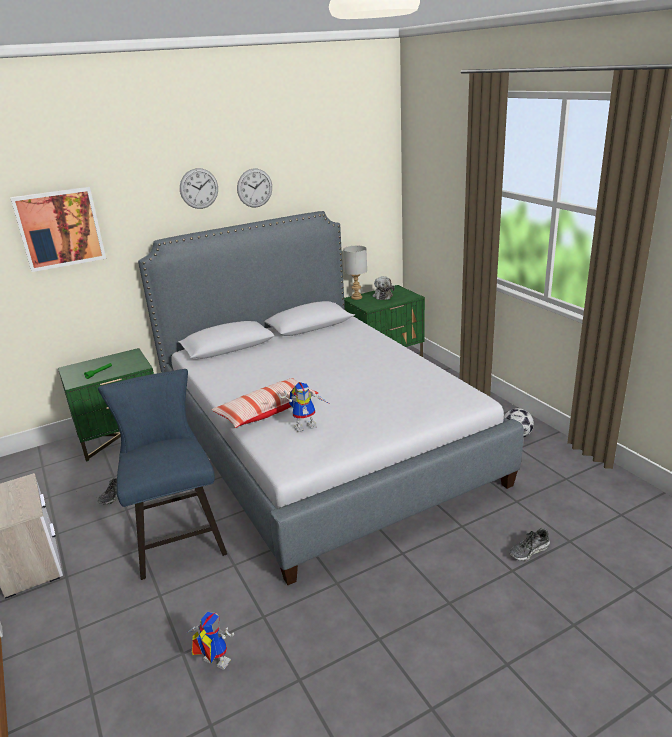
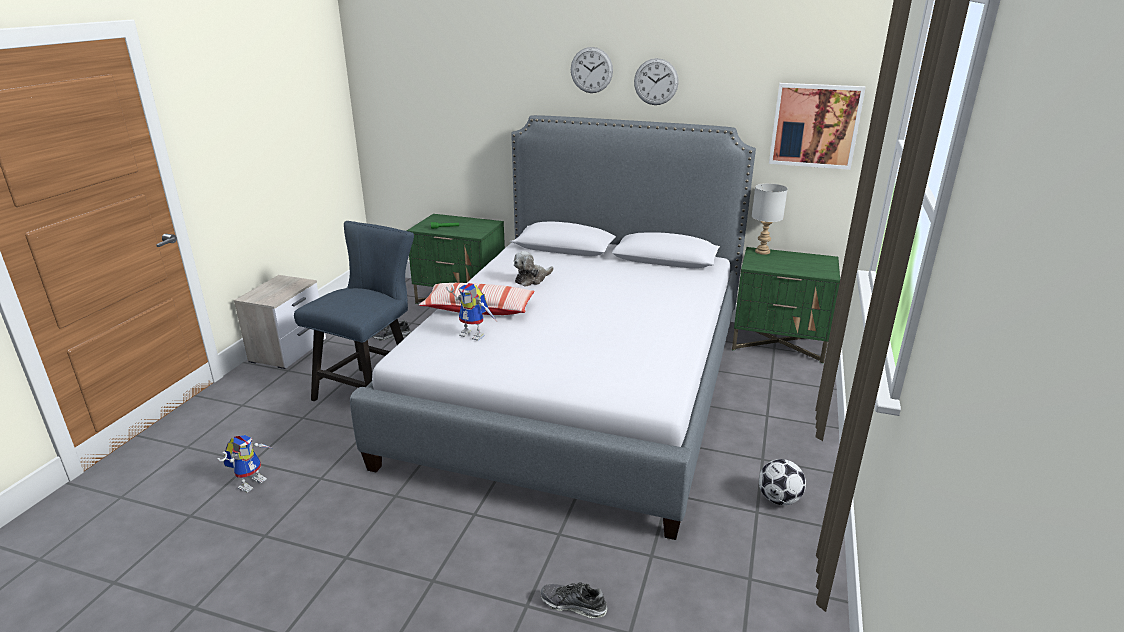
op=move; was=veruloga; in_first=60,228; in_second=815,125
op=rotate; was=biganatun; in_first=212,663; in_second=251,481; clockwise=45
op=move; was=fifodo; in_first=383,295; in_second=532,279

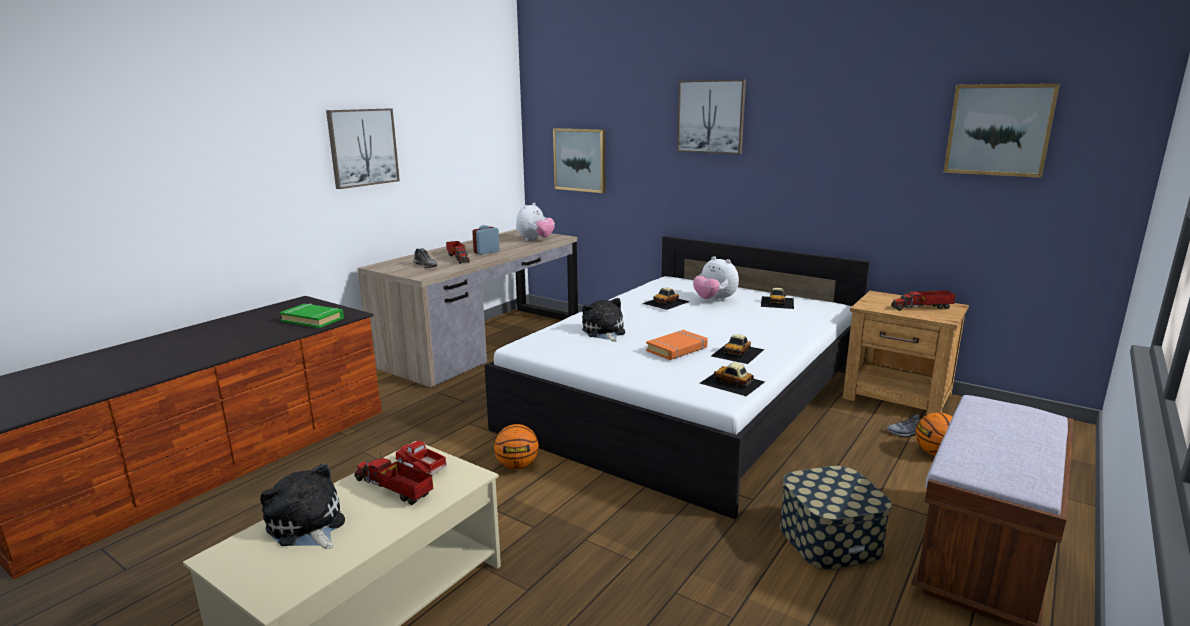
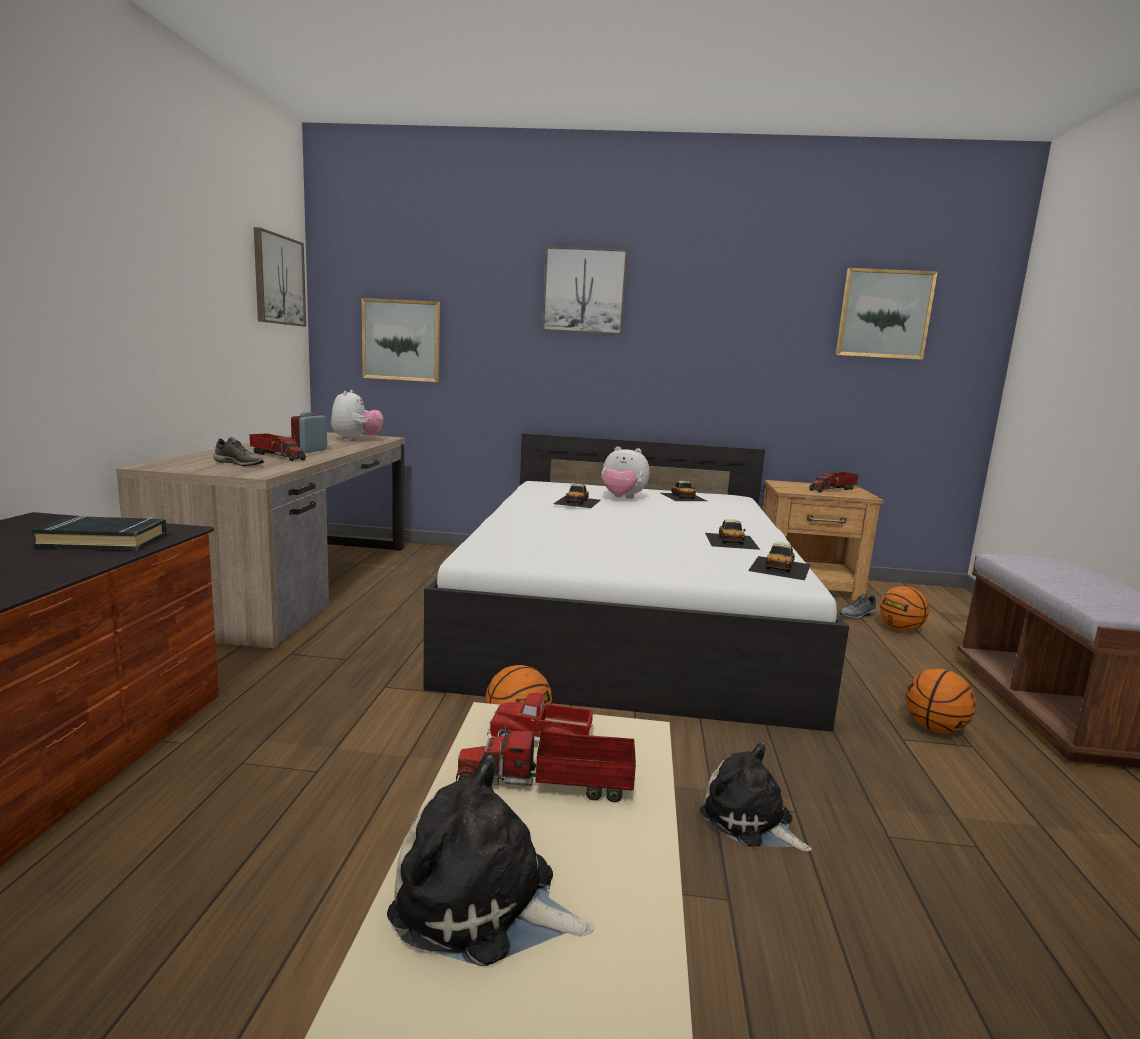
op=recolor; was=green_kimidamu; now=black_kimidamu; in_first=313,320; in_second=104,541
op=move; was=veruloga; in_first=363,147; in_second=278,280
op=move; was=fifodo; in_first=604,332; in_second=750,821
op=delete; was=orange_kimidamu; in_first=677,349
op=rotate; was=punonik; in_first=732,382; in_second=780,567; clockwise=-75
op=replace; was=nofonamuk; now=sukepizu; in_first=829,539; in_second=934,728

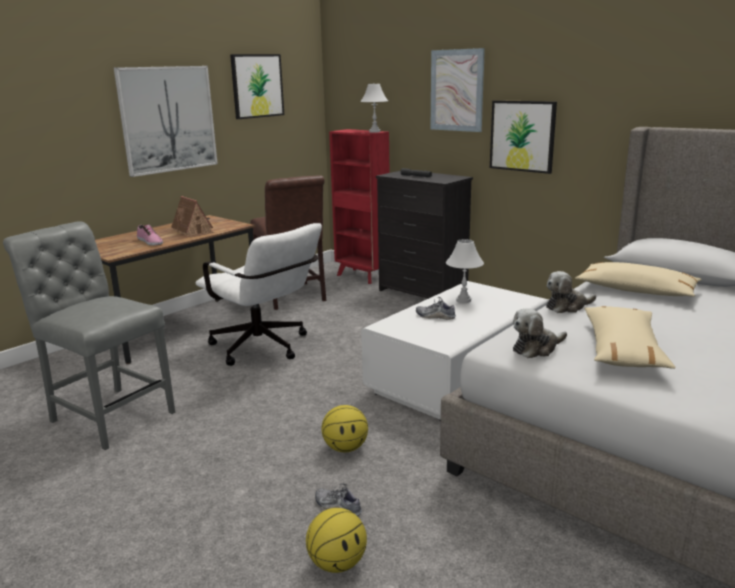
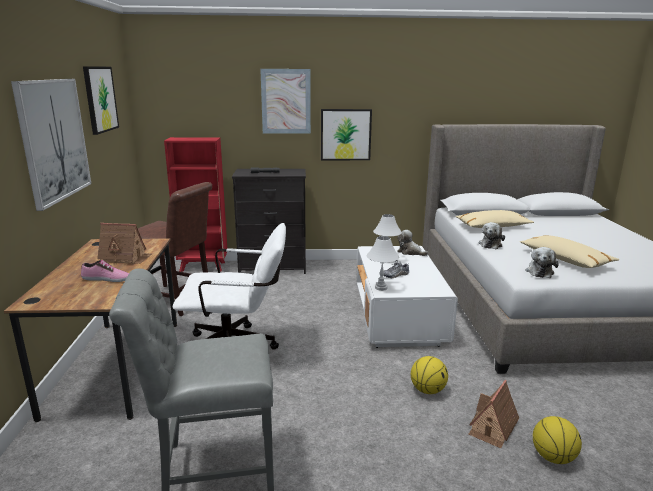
op=replace; was=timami; now=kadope; in_first=337,507; in_second=492,427
op=move; was=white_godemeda; in_first=374,132; in_second=380,287
op=insert; now=fifodo; in_second=410,252

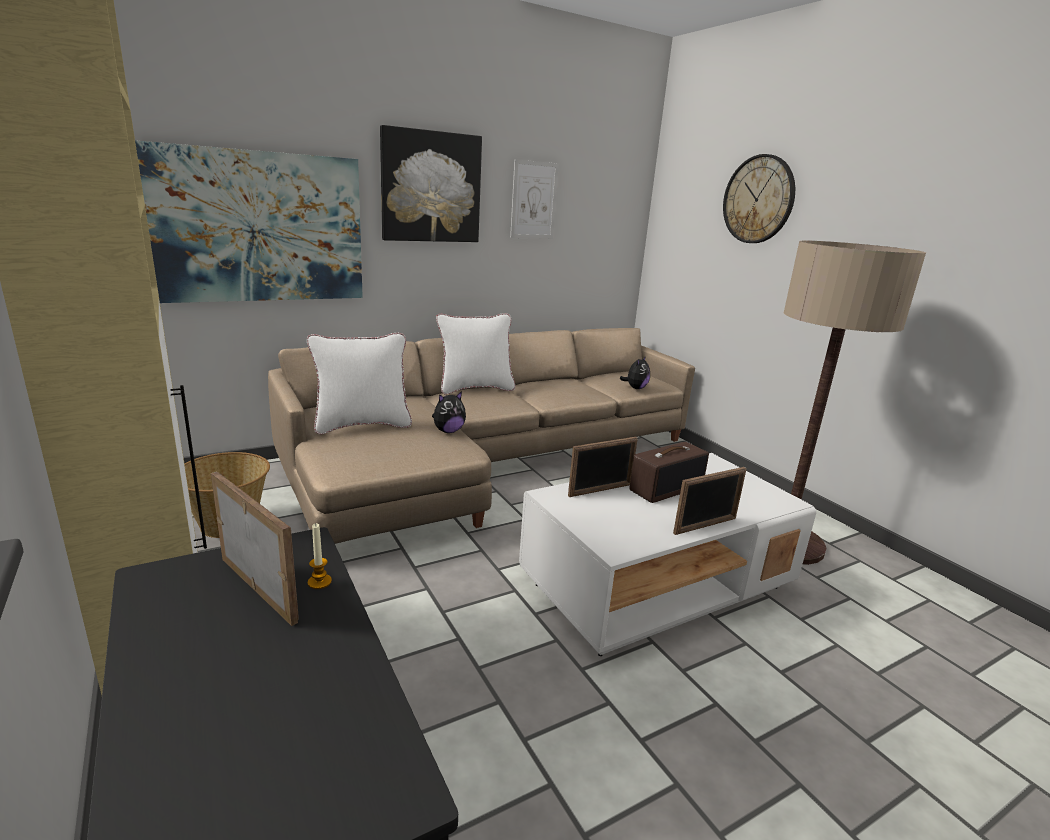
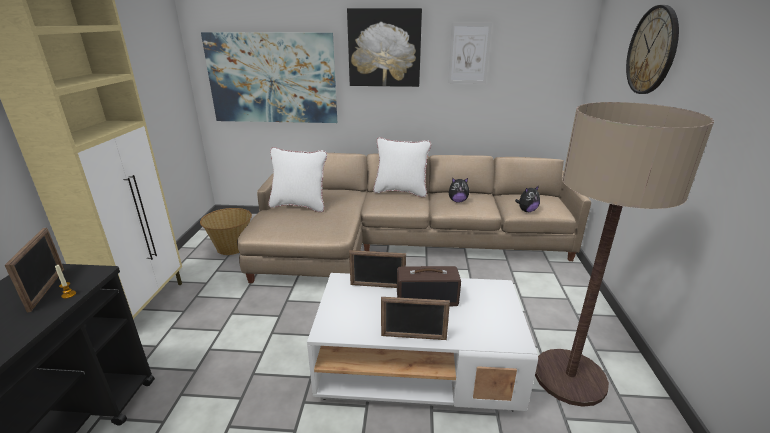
op=move; was=fifodo; in_first=448,431; in_second=457,201

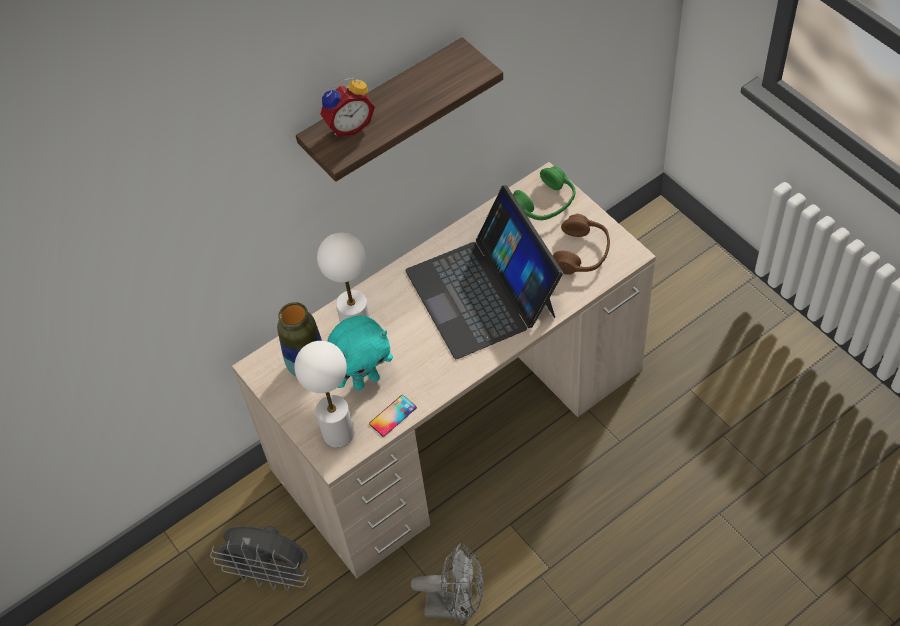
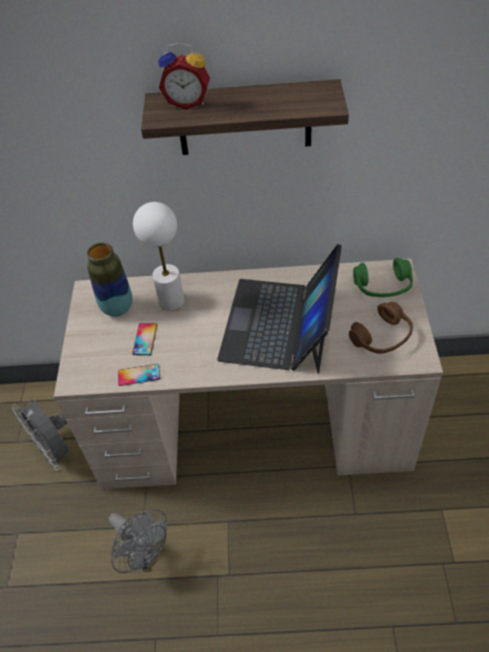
op=delete; was=white_godemeda; in_first=338,433
op=replace; was=turquoise_fifodo; now=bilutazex; in_first=366,380; in_second=145,339

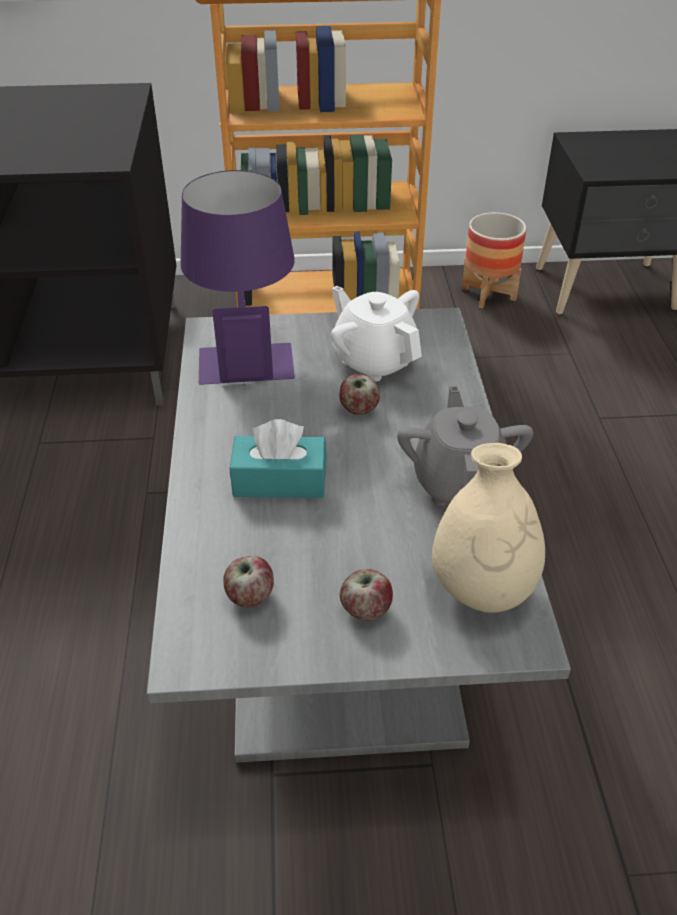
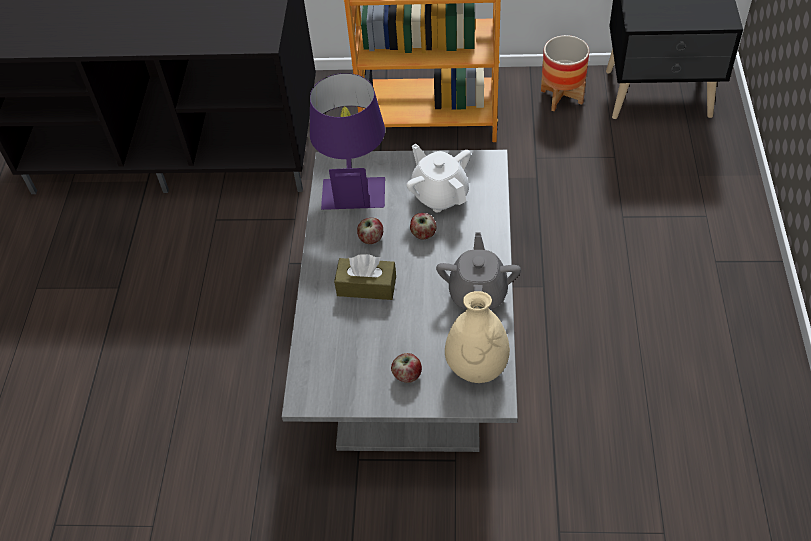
op=move; was=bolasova; in_first=249,596; in_second=371,238
op=recolor; was=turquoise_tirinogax; now=brown_tirinogax; in_first=280,481; in_second=366,286

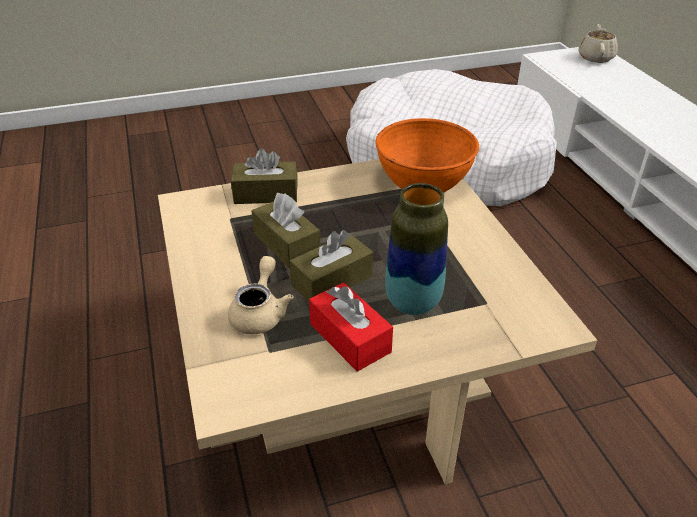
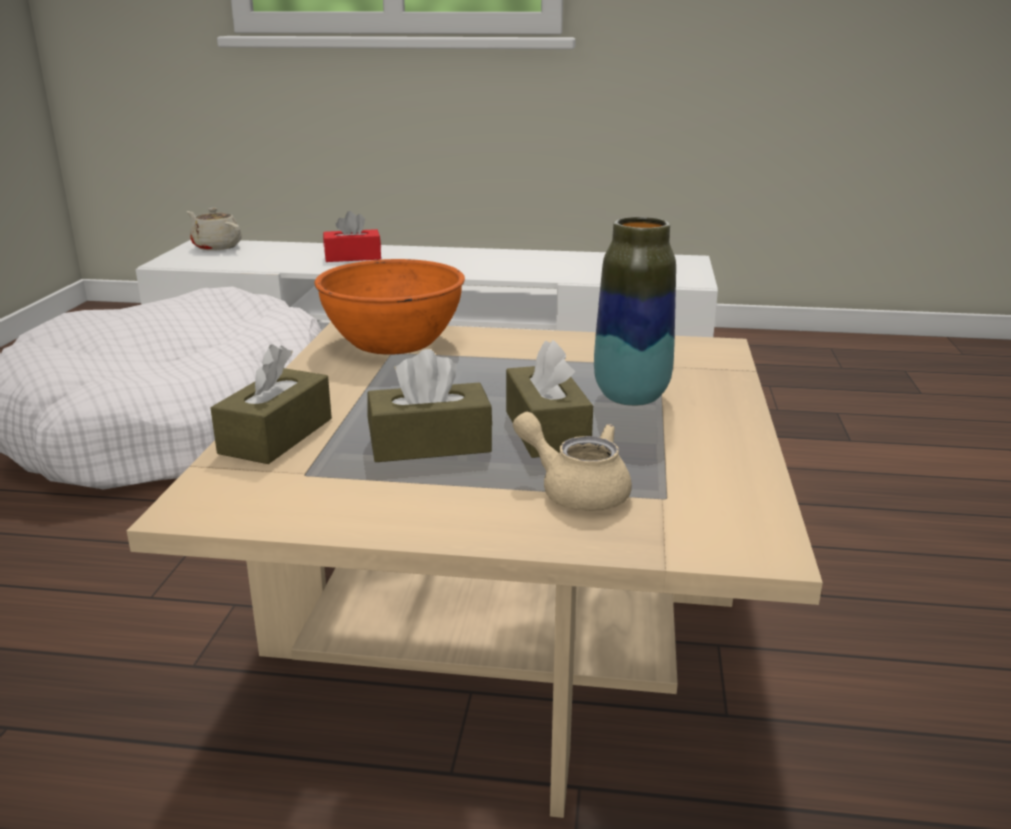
op=move; was=red_tirinogax; in_first=350,338; in_second=352,257

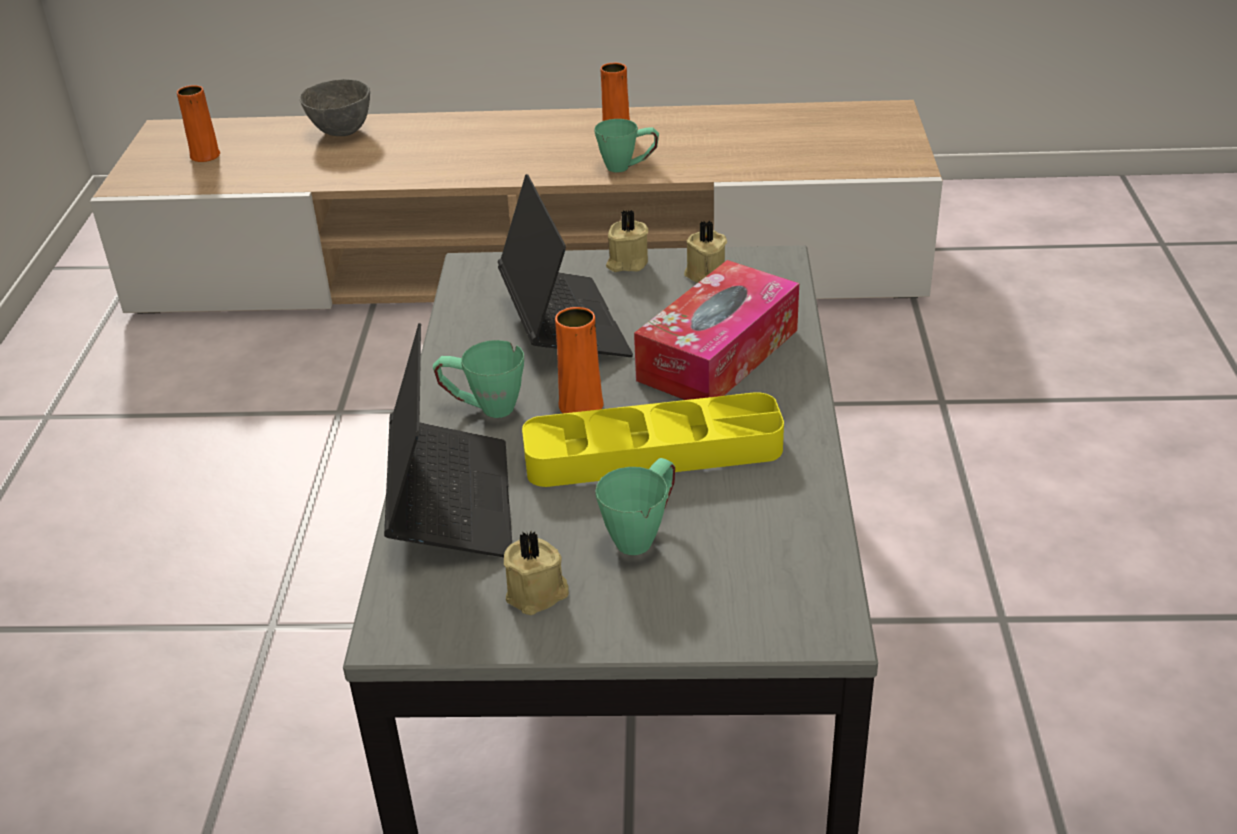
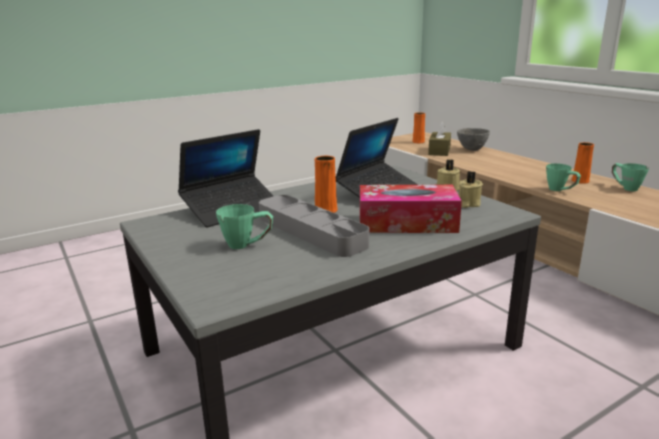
op=move; was=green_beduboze; in_first=483,408; in_second=625,188
op=delete; was=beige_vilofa; in_first=538,594
op=recolor; was=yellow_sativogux; now=grey_sativogux; in_first=653,452; in_second=310,231
op=insert; now=brown_tirinogax; in_second=439,151

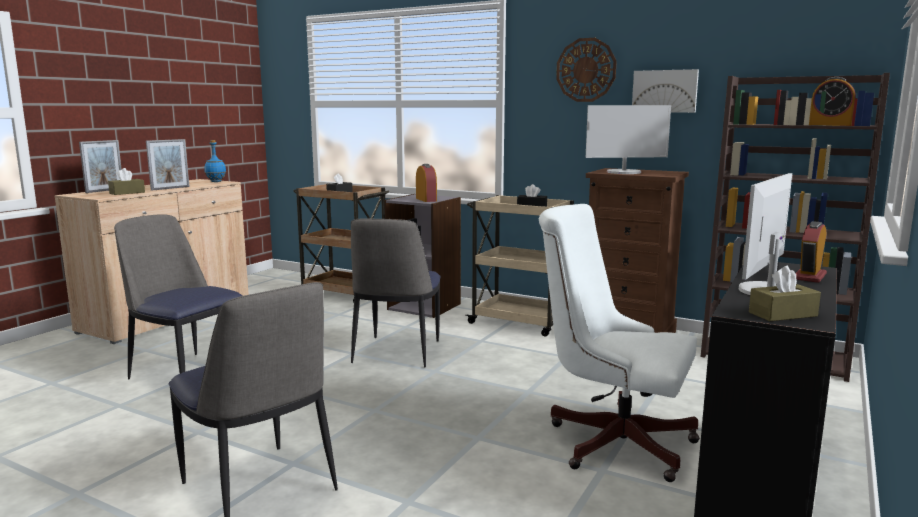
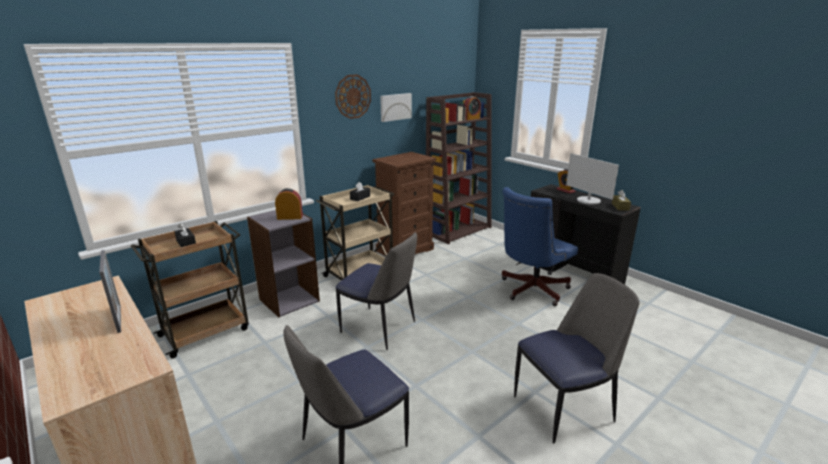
op=delete; was=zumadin; in_first=105,190
op=delete; was=brown_tirinogax; in_first=127,193
op=delete; was=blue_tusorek; in_first=216,181
op=recolor; was=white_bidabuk; now=blue_bidabuk; in_first=612,441; in_second=530,290
op=delete; was=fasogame; in_first=624,172

